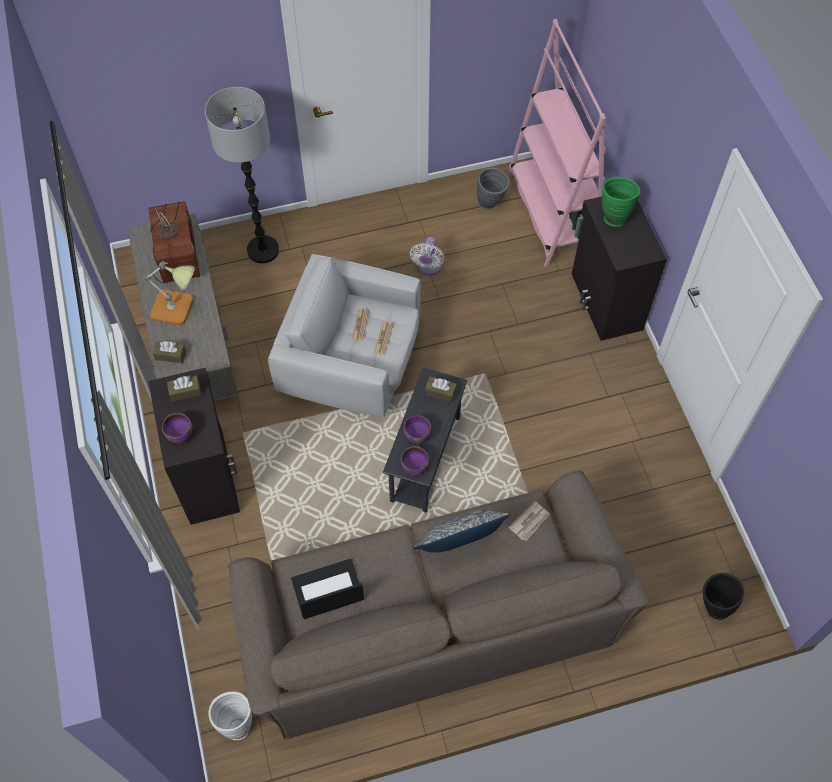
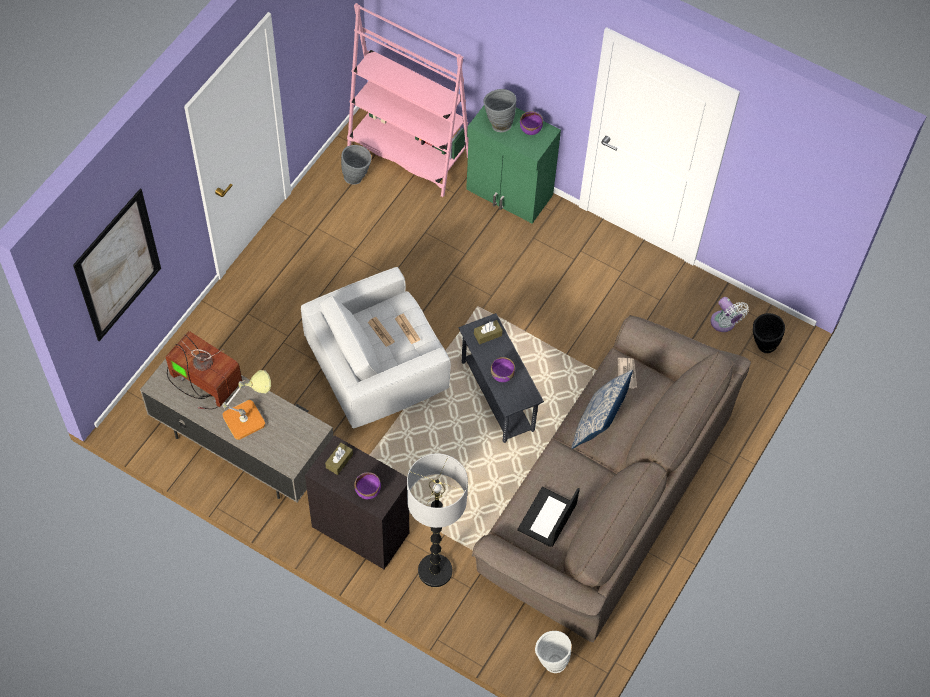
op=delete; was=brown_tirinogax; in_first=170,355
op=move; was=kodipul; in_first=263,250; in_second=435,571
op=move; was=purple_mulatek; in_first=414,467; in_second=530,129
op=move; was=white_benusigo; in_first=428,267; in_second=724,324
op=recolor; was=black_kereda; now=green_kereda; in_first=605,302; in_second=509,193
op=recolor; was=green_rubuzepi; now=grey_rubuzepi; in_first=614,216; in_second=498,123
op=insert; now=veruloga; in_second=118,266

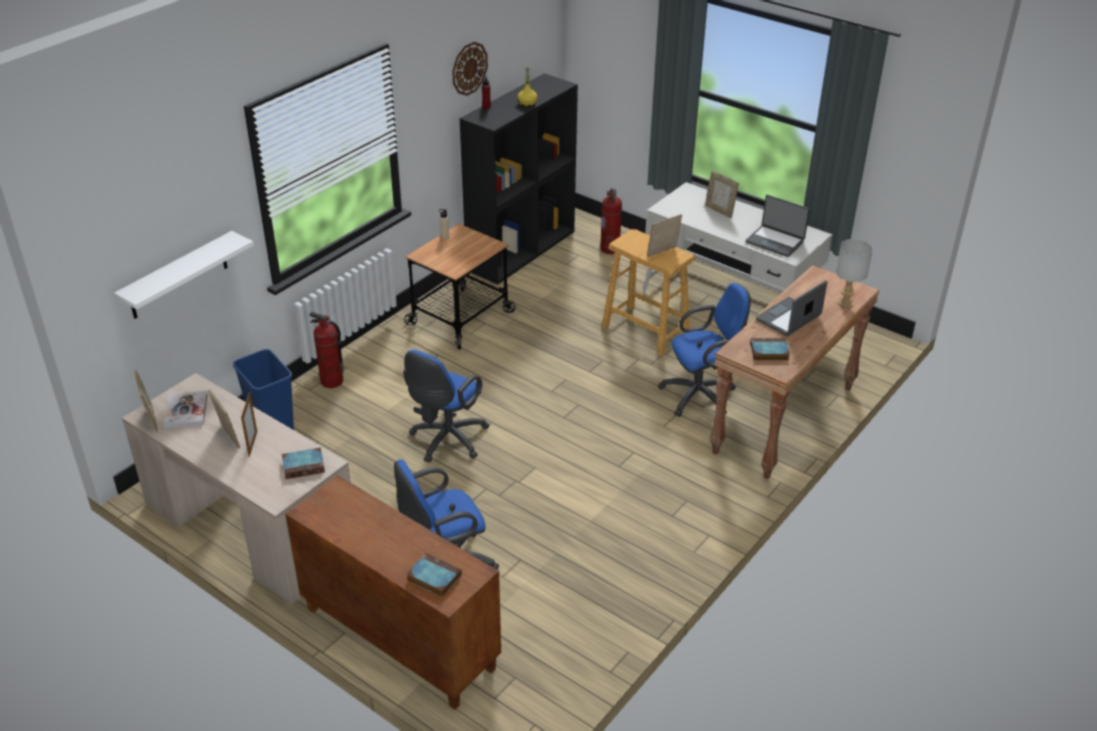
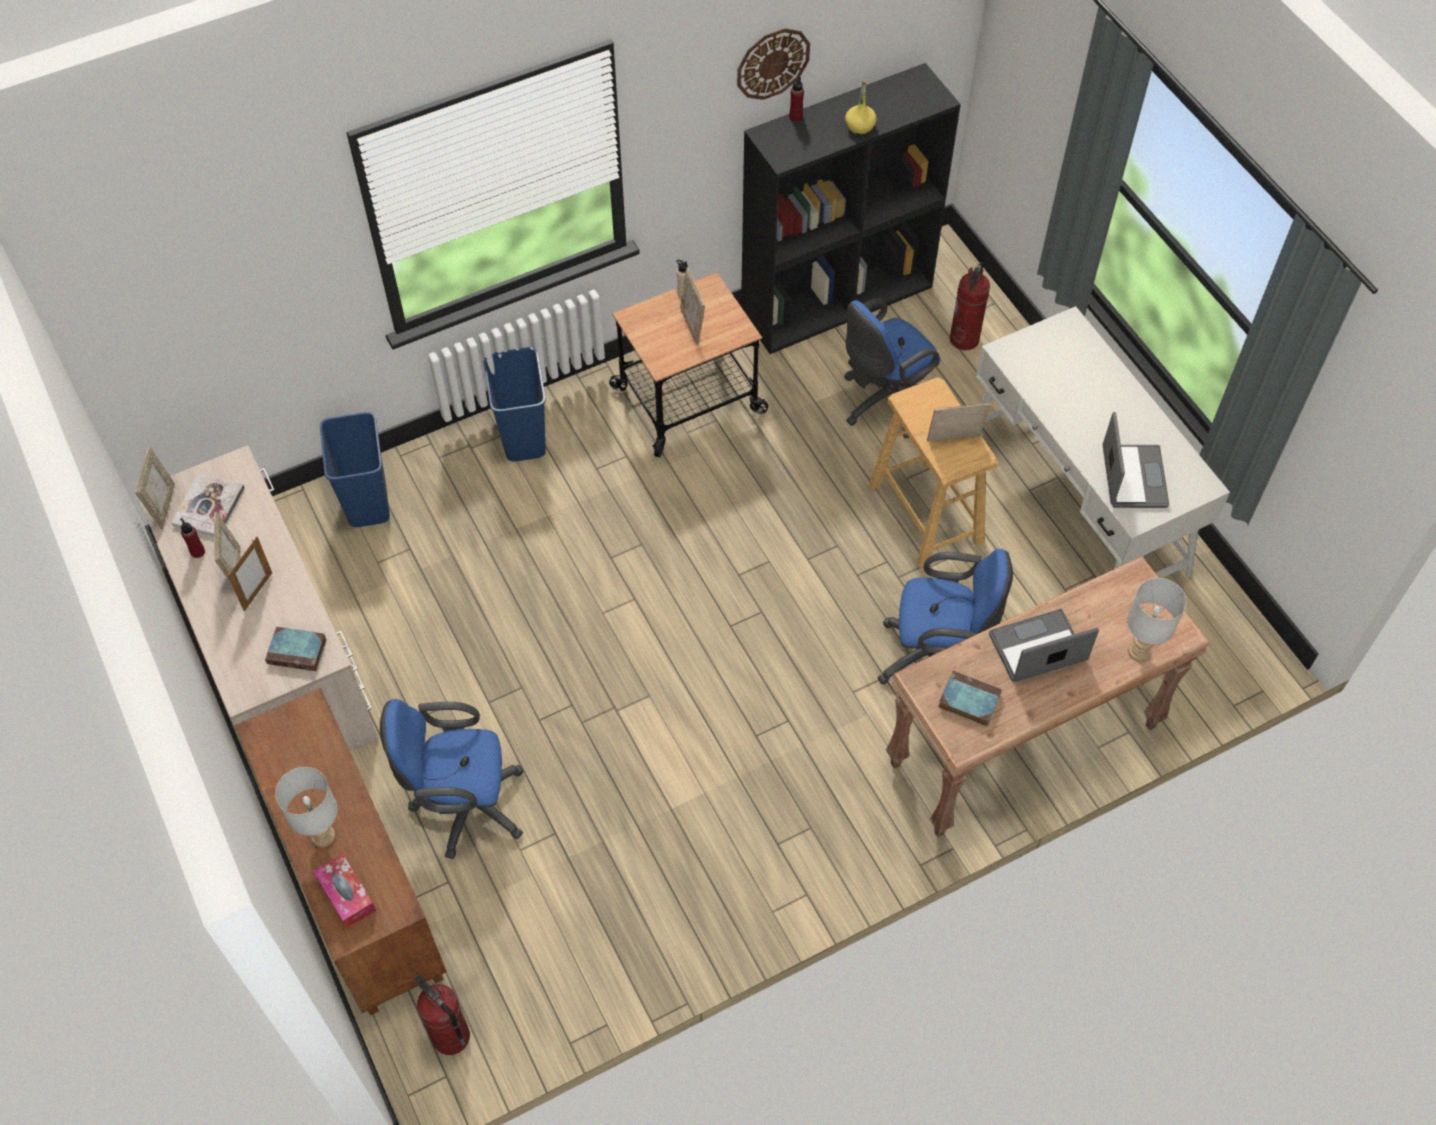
op=delete; was=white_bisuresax; in_first=178,276
op=move; was=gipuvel; in_first=332,381; in_second=451,1036
op=move; was=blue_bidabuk; in_first=446,441; in_second=884,402
op=replace; was=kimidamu; now=tirinogax; in_first=433,577; in_second=346,894
op=move; was=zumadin; in_first=719,211; in_second=692,325
op=rotate; was=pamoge; in_first=775,241; in_second=1132,477; clockwise=-150
op=insert; now=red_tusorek; in_second=197,552
op=insert; now=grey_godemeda; in_second=324,837
op=insert; now=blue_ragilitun; in_second=524,438

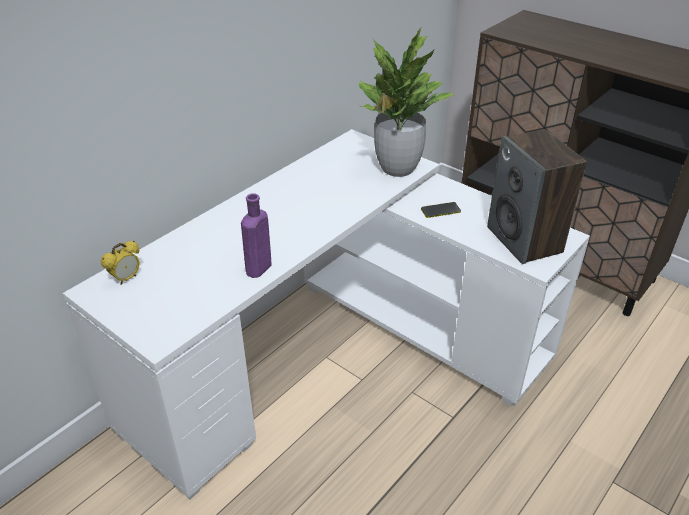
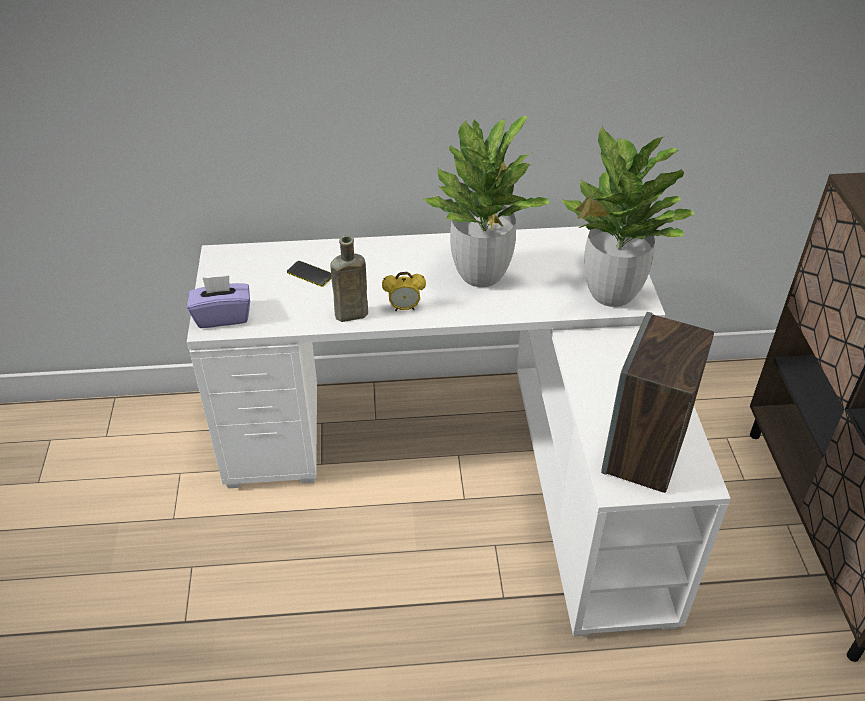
op=move; was=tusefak; in_first=126,279; in_second=404,308
op=recolor; was=purple_tusorek; now=brown_tusorek; in_first=257,270; in_second=349,315
op=move; was=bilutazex; in_first=440,210; in_second=310,274
op=insert; now=purple_tirinogax; in_second=223,316
op=insert; now=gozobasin; in_second=481,274

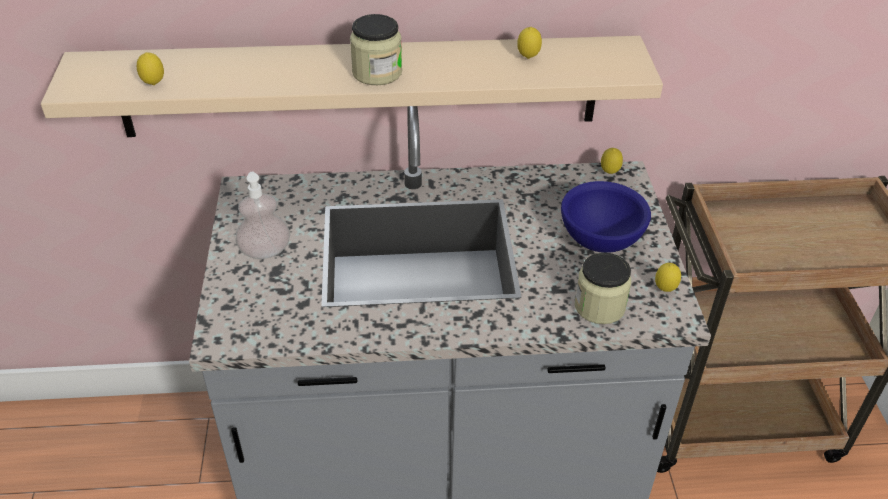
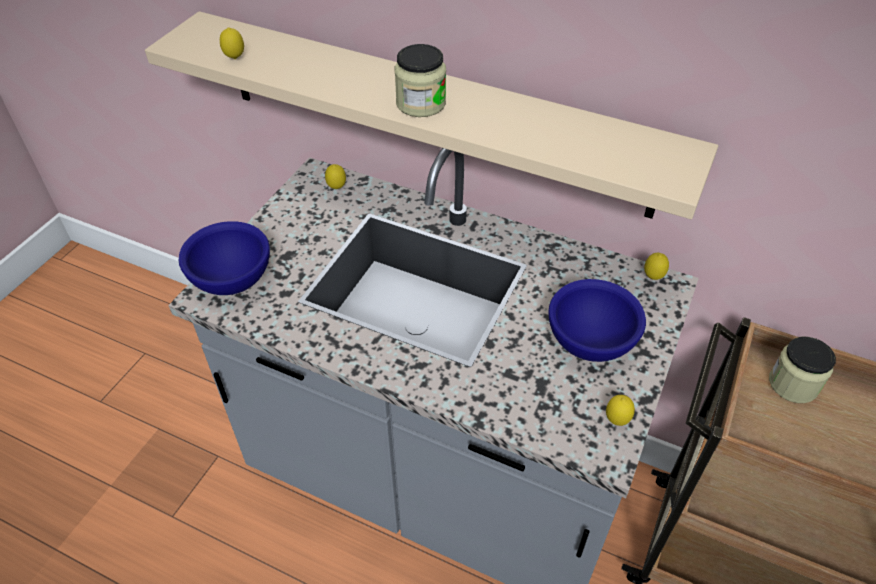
op=delete; was=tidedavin; in_first=265,251
op=move; was=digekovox; in_first=528,58; in_second=336,188
op=move; was=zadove; in_first=599,306; in_second=793,384
op=insert; now=blue_mulatek; in_second=231,281

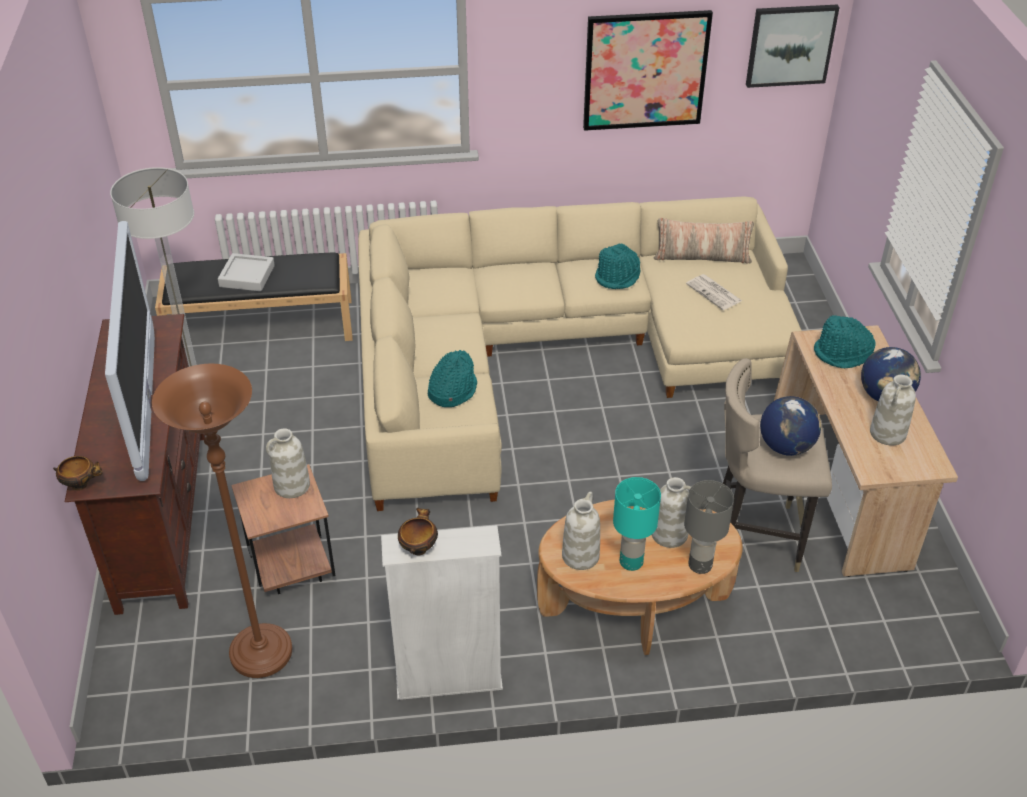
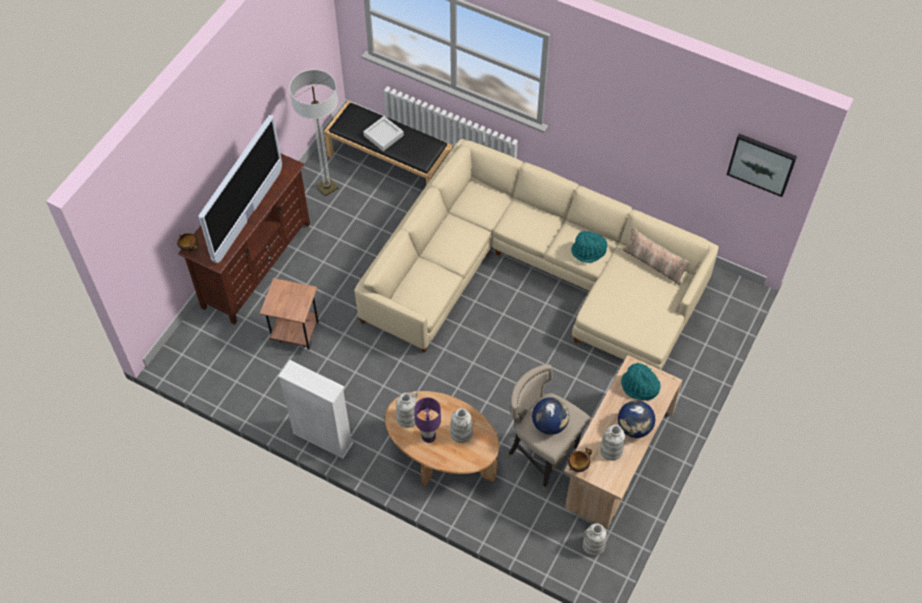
op=delete; was=brown_kodipul; in_first=261,653
op=move; was=white_rubuzepi; in_first=291,486; in_second=593,546
op=move; was=mulatek; in_first=418,547; in_second=578,465
op=delete; was=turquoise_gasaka; in_first=452,390
op=delete; was=veruloga; in_first=645,70
op=recolor; was=turquoise_godemeda; now=purple_godemeda; in_first=631,561; in_second=429,436
op=delete; was=grey_godemeda; in_first=701,565
op=delete; was=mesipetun; in_first=714,293

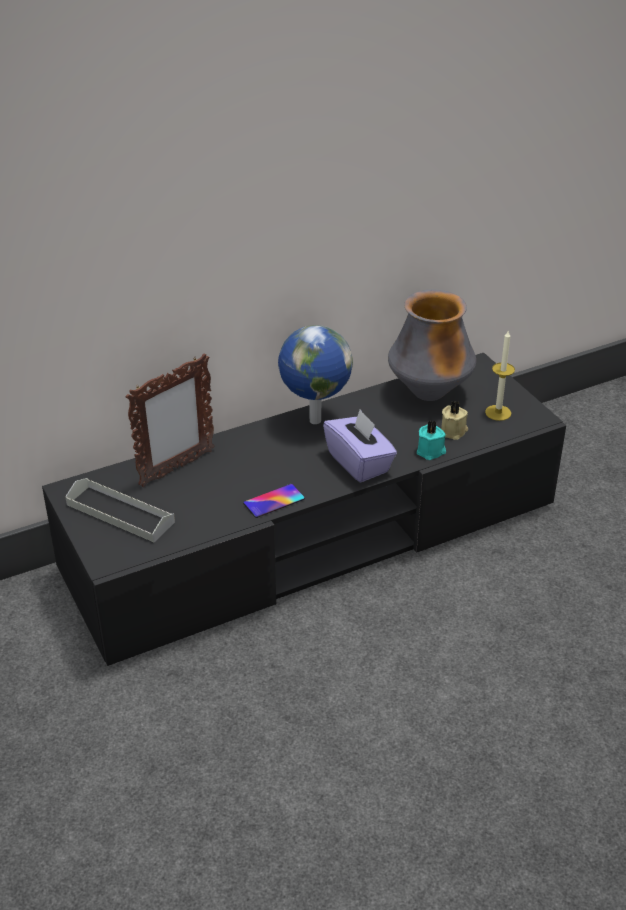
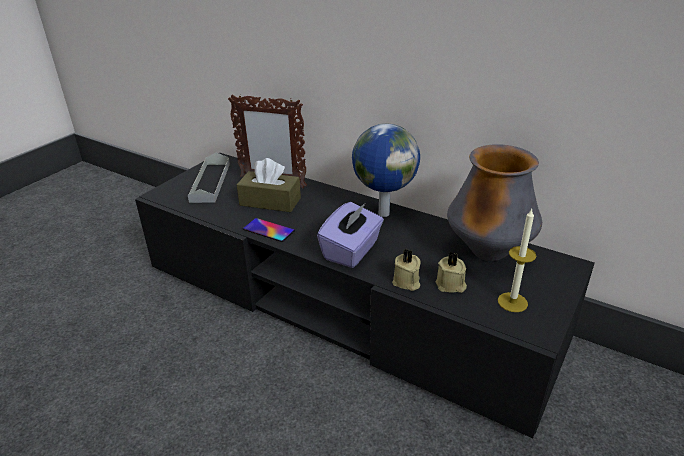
op=recolor; was=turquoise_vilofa; now=beige_vilofa; in_first=431,451; in_second=406,282
op=insert; now=brown_tirinogax; in_second=270,201

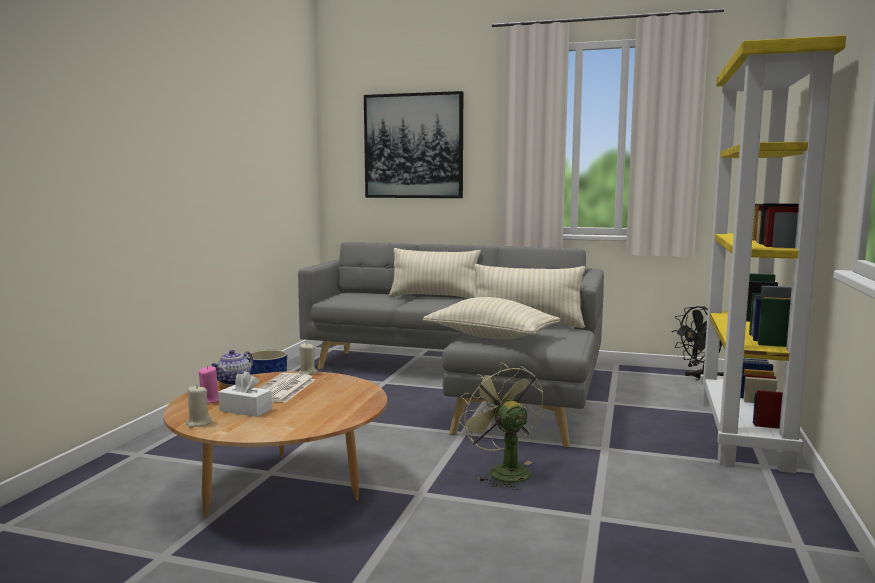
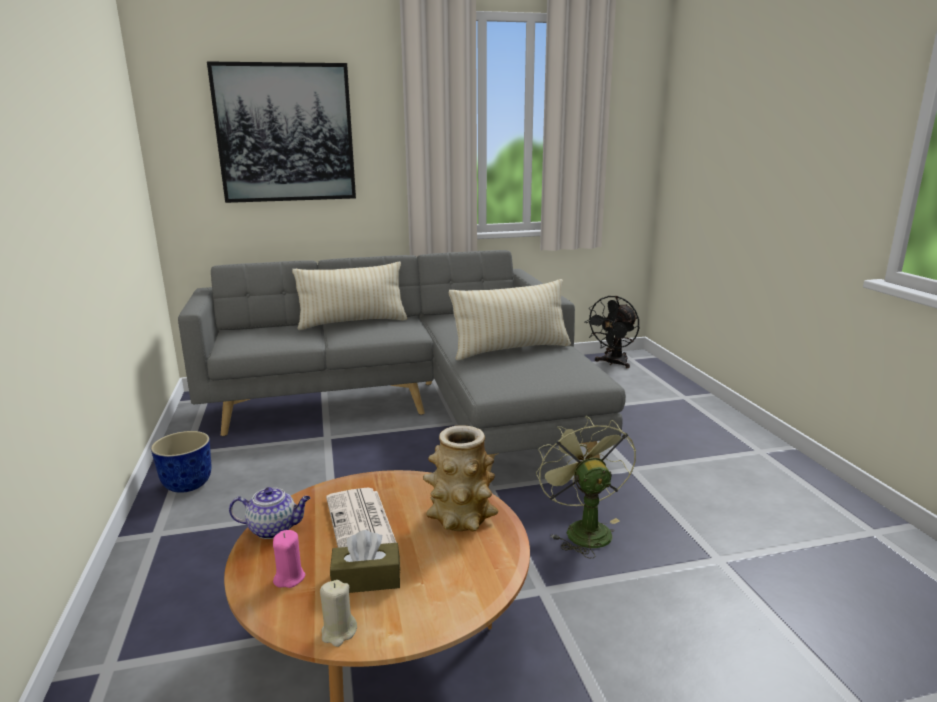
op=rotate; was=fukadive; in_first=233,382; in_second=274,529; clockwise=-90
op=recolor; was=white_tirinogax; now=brown_tirinogax; in_first=245,410; in_second=366,579
op=delete; was=beige_vilofa; in_first=307,373
op=delete; was=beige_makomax; in_first=491,337
op=rotate; was=green_benusigo; in_first=503,471; in_second=583,529; clockwise=45
op=delete; was=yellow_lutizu; in_first=744,432
op=insert; now=rubuzepi; in_second=460,518

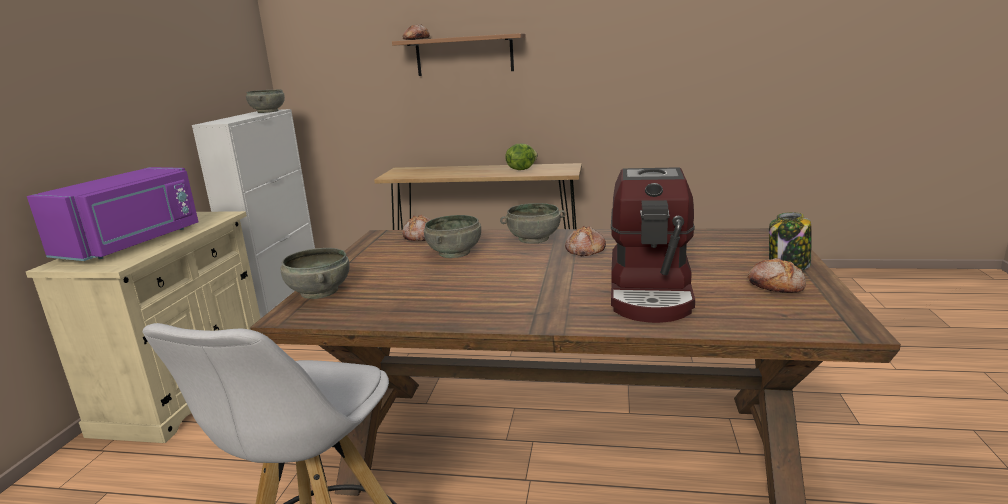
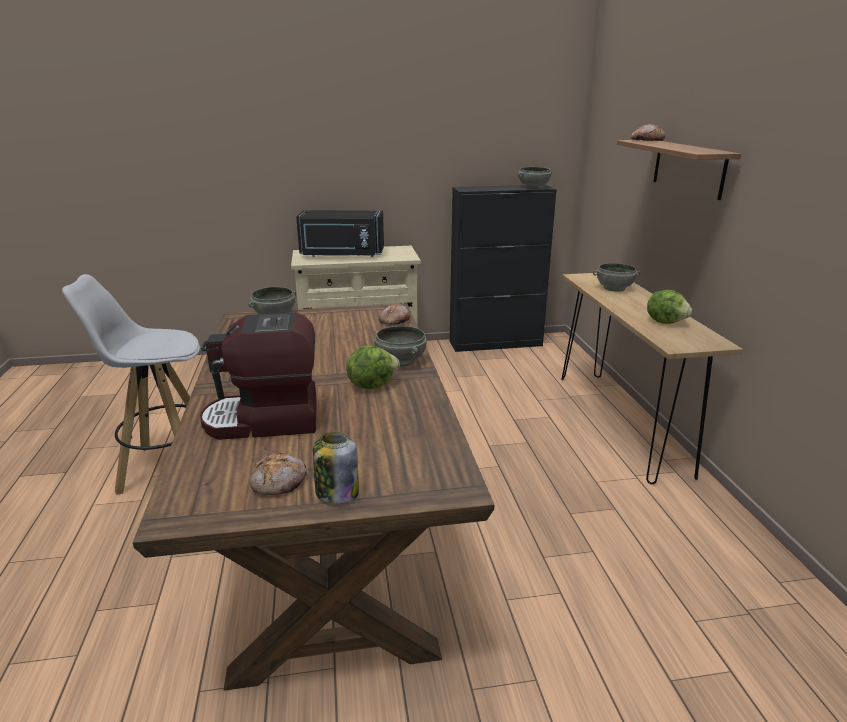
op=recolor; was=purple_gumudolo; now=black_gumudolo; in_first=134,243; in_second=342,254
op=recolor; was=white_kereda; now=black_kereda; in_first=281,298; in_second=496,343
op=move; was=grey_mulatek; in_first=455,252; in_second=614,288
op=replace; was=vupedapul; now=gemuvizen; in_first=584,250; in_second=371,385

